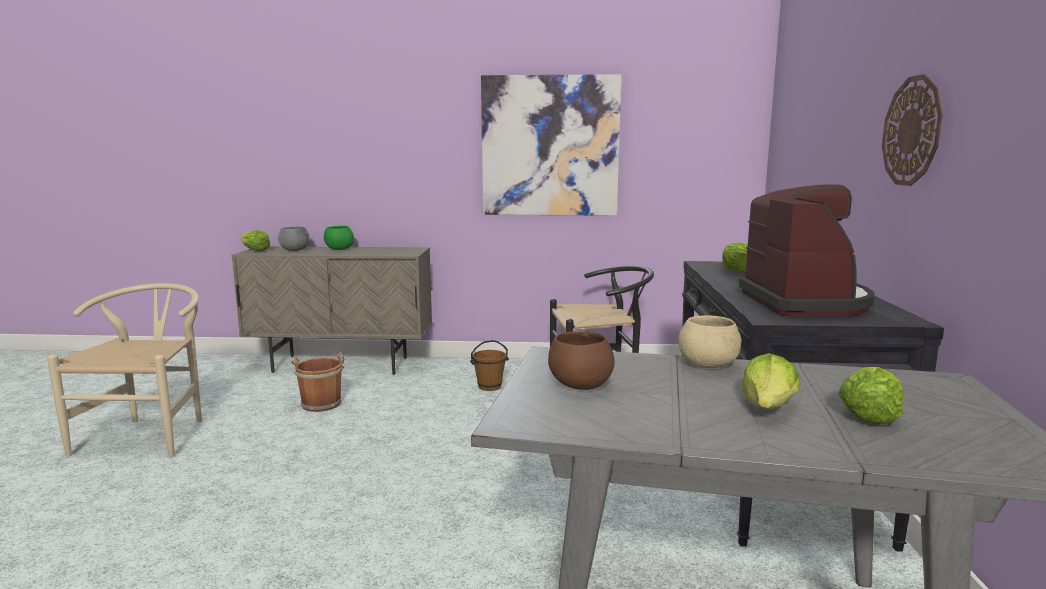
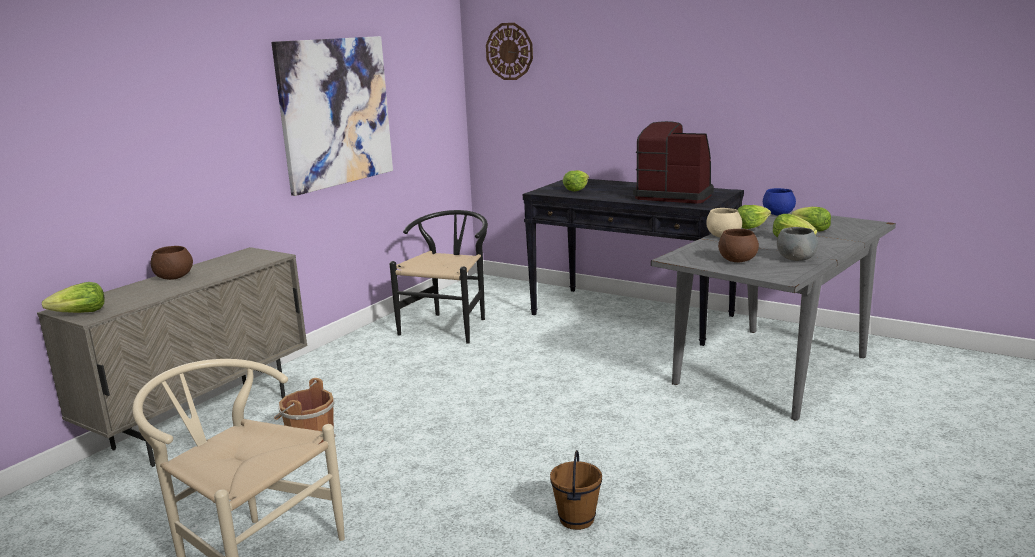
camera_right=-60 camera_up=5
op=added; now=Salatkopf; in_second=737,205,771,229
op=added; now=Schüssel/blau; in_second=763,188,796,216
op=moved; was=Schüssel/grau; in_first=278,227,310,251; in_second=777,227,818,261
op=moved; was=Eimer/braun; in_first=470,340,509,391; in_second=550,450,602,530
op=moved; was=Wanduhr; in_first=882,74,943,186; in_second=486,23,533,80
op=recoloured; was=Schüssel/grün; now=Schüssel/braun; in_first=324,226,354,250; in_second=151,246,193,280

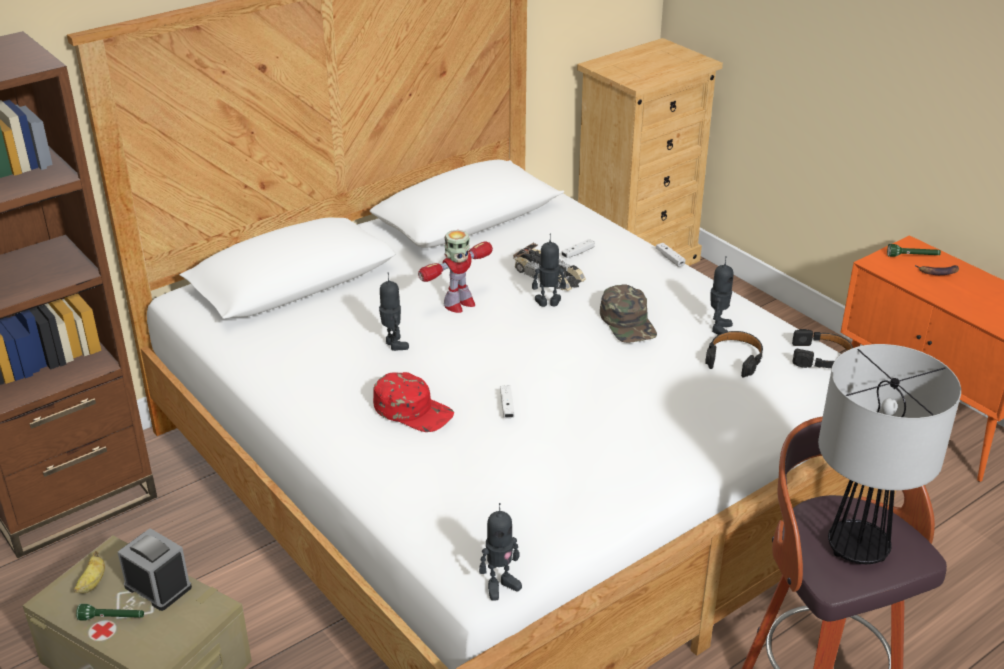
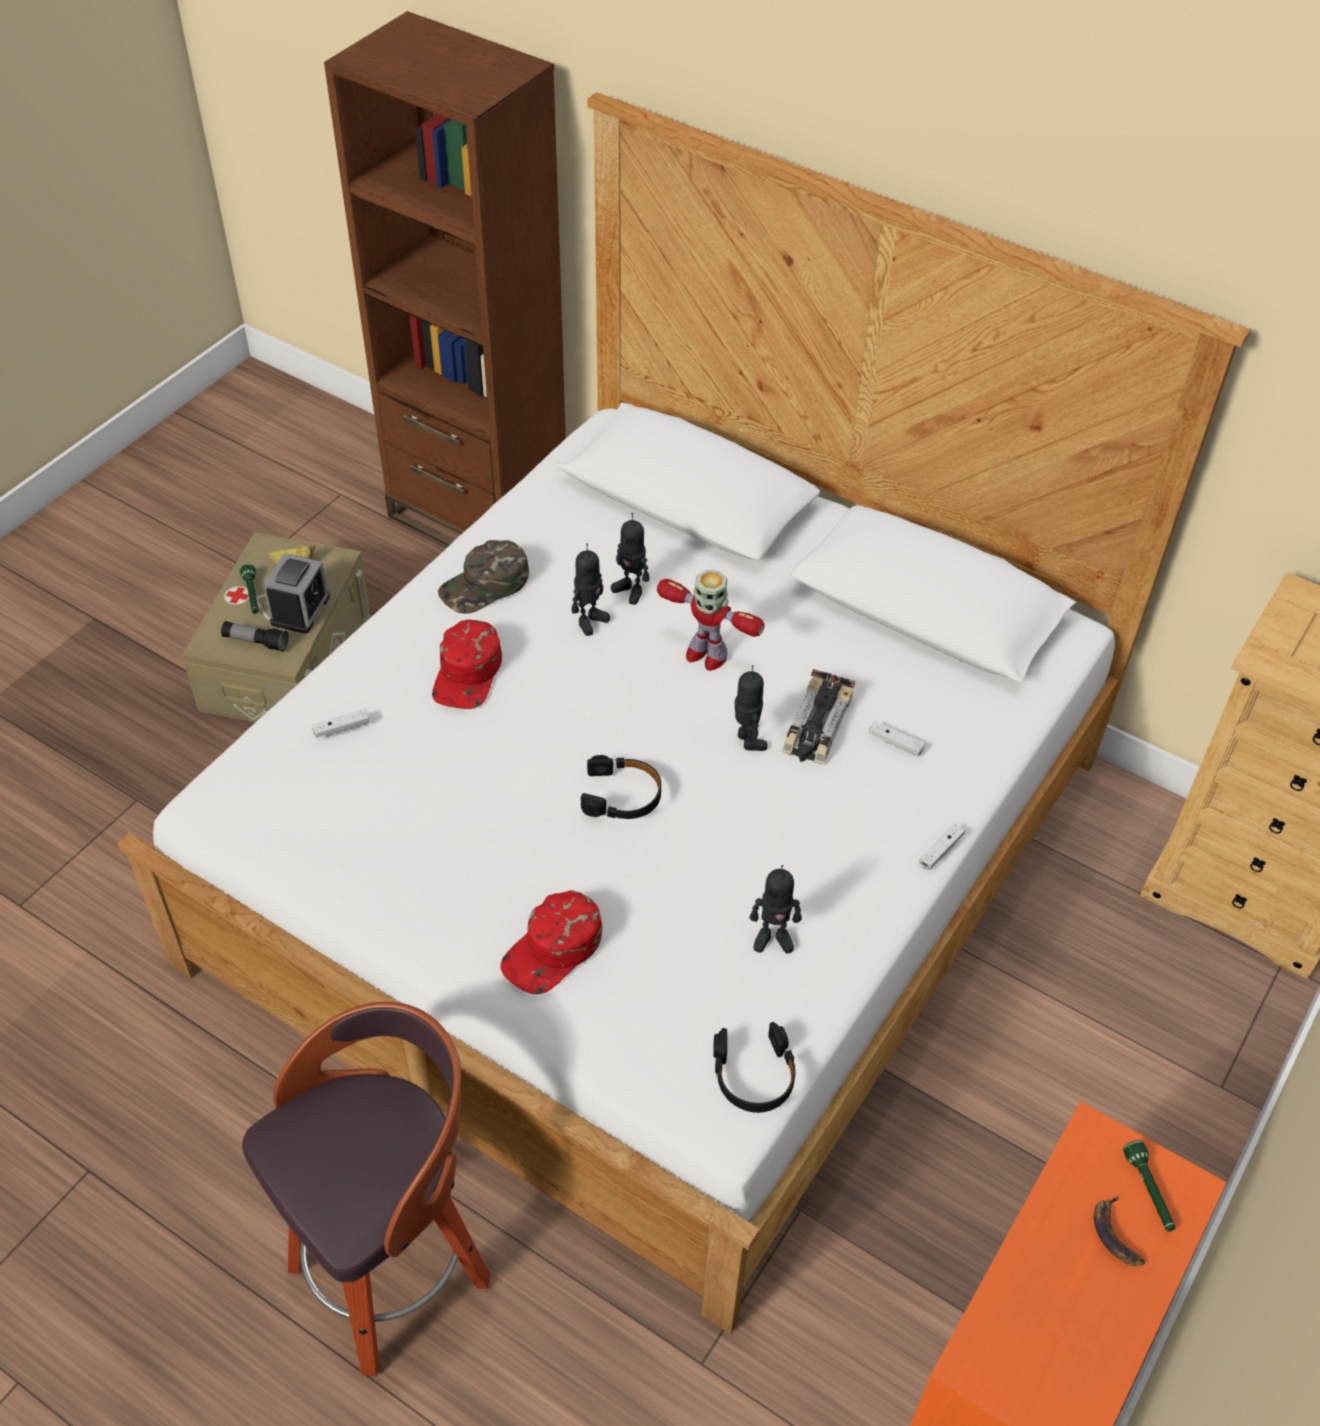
camera_right=70 camera_up=15
op=removed; was=Tischlampe; in_first=818,344,961,564
op=added; now=Taschenlampe; in_second=221,621,289,652
op=added; now=Kappe/rot; in_second=500,890,602,994
op=moved; was=Spielzeugroboter; in_first=479,503,522,601; in_second=611,513,650,605
op=moved; was=Gamepad/weiß; in_first=500,385,515,418; in_second=312,709,370,738
op=moved; was=Kappe/grün; in_first=600,284,657,343; in_second=438,540,529,614
op=moved; was=Kopfhörer/schwarz; in_first=705,331,763,378; in_second=581,755,661,819

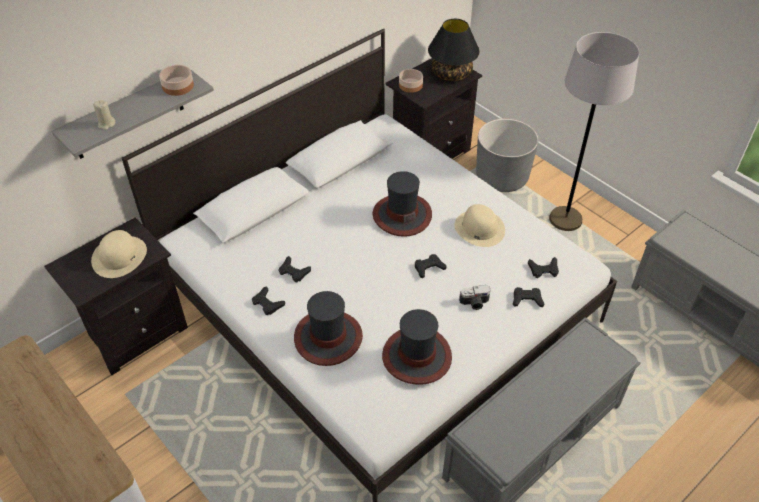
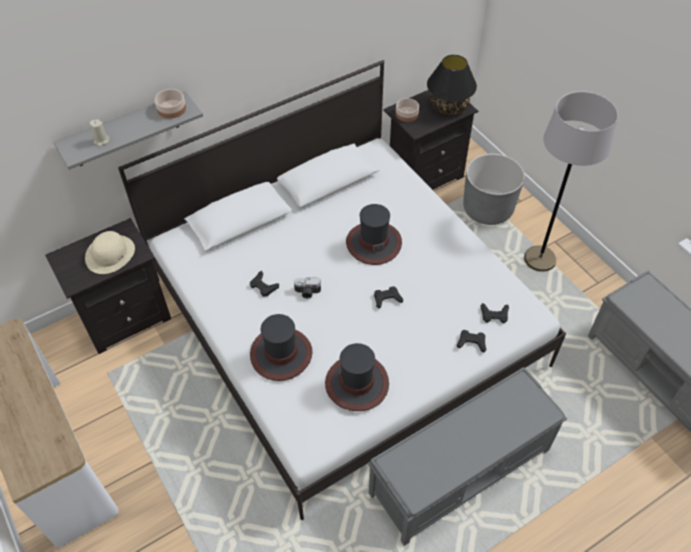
camera_right=10 camera_up=5
op=removed; was=Gamepad/schwarz; in_first=252,286,285,315
op=removed; was=Hut/beige; in_first=454,204,505,247
op=moved; was=Kamera; in_first=459,285,491,310; in_second=294,277,321,299

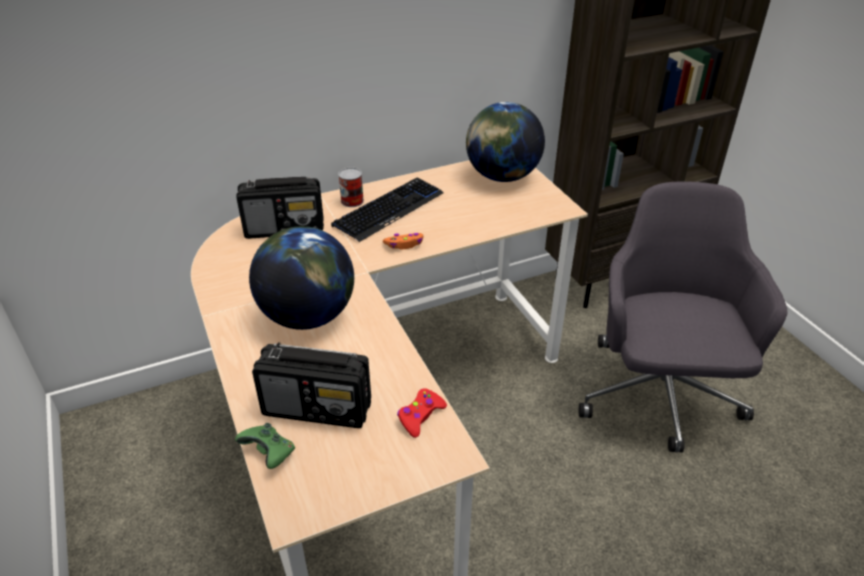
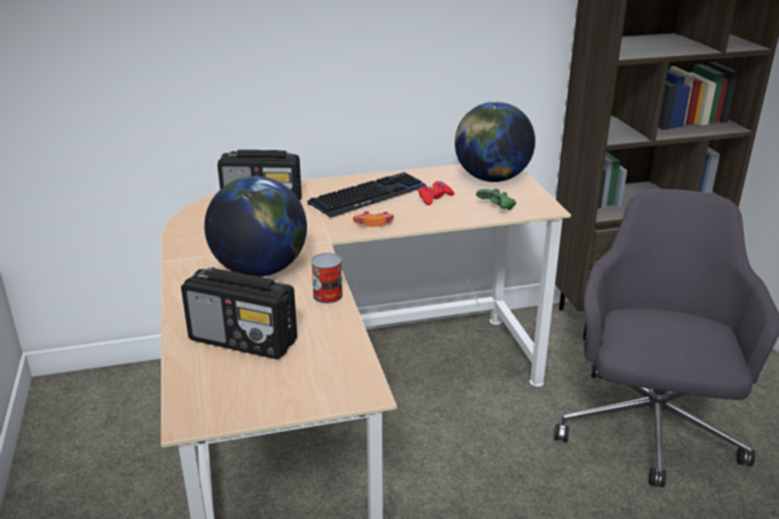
camera_right=10 camera_up=-10
op=moved; was=Gamepad/grün; in_first=235,423,295,469; in_second=476,188,516,210
op=moved; was=Dose; in_first=338,167,364,207; in_second=311,253,343,304
op=moved; was=Gamepad/rot; in_first=397,388,447,438; in_second=418,181,454,205

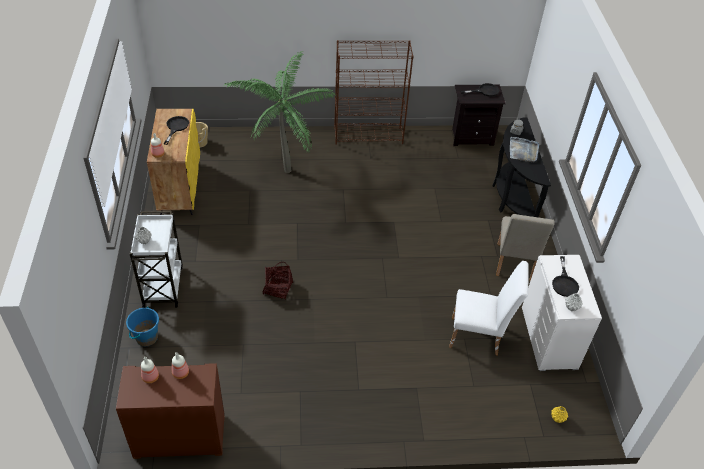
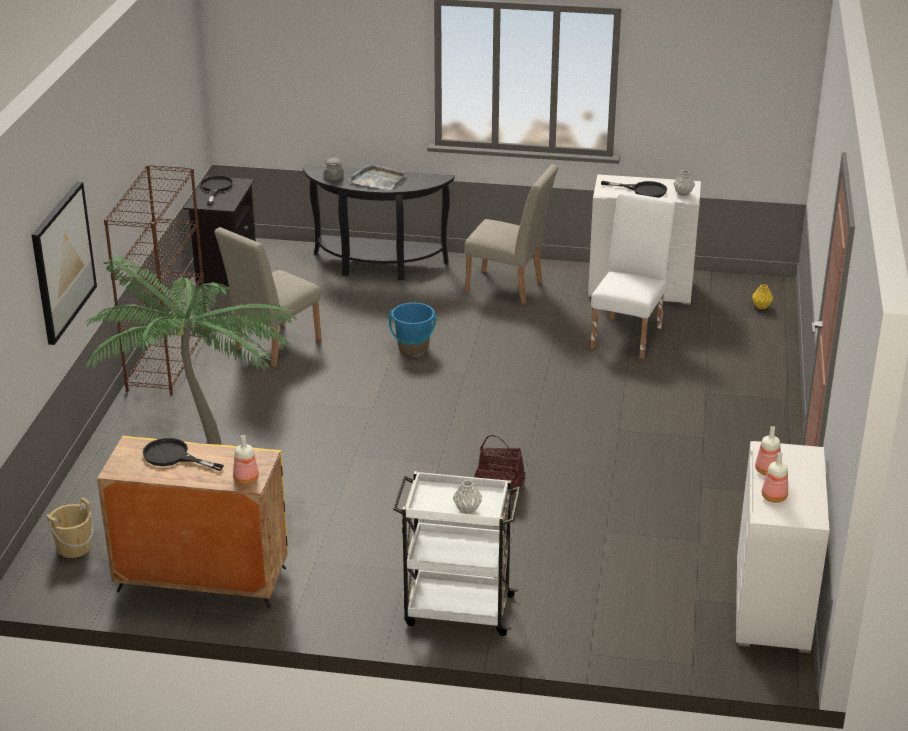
camera_right=-75 camera_up=-15
op=added; now=Bild; in_second=32,181,97,345
op=added; now=Stuhl/beige; in_second=214,227,322,367
op=moved; was=Eimer/blau; in_first=126,307,159,346; in_second=389,302,437,355
op=recoloured; was=Kommode/braun; now=Kommode/weiß; in_first=116,363,225,459; in_second=736,441,830,653

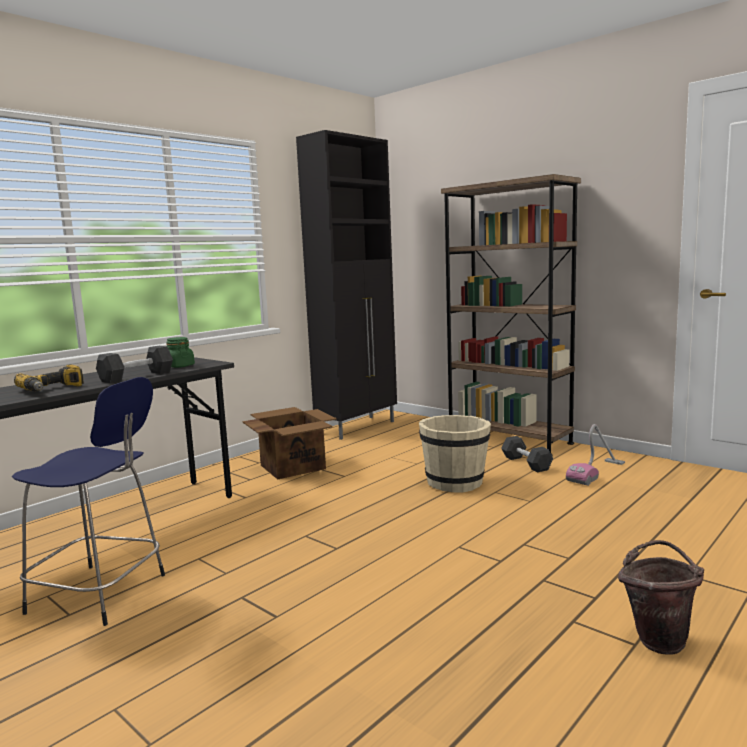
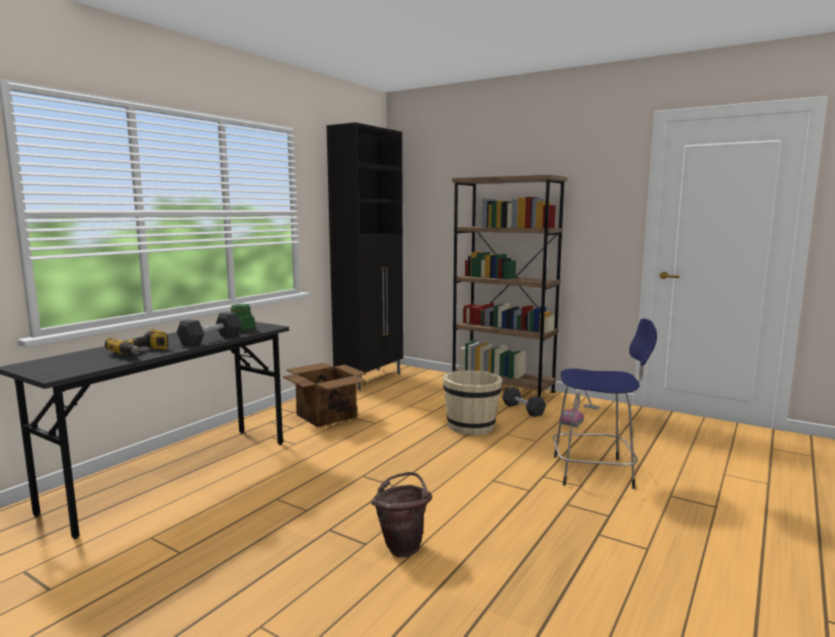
camera_right=-10 camera_up=0
op=moved; was=Hocker/blau; in_first=12,377,165,626; in_second=553,319,657,489
op=moved; was=Eimer/braun; in_first=618,540,704,655; in_second=371,472,432,557

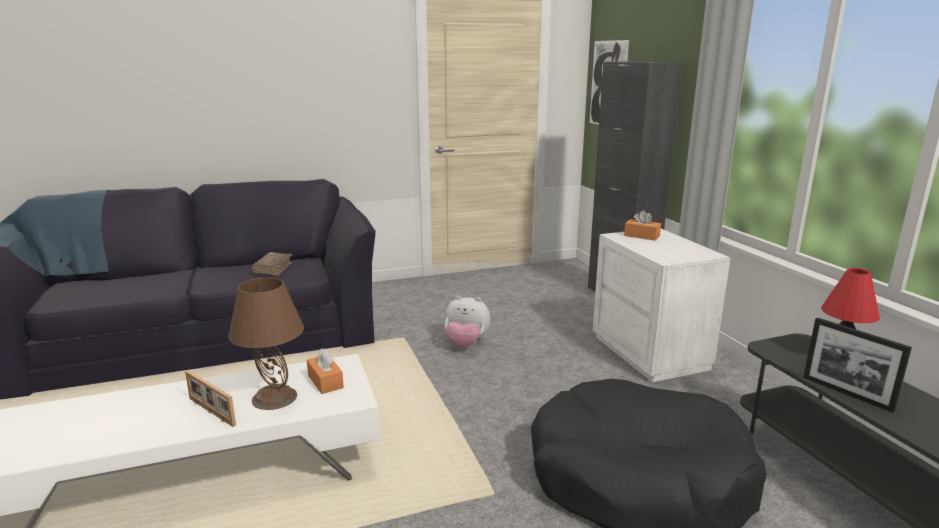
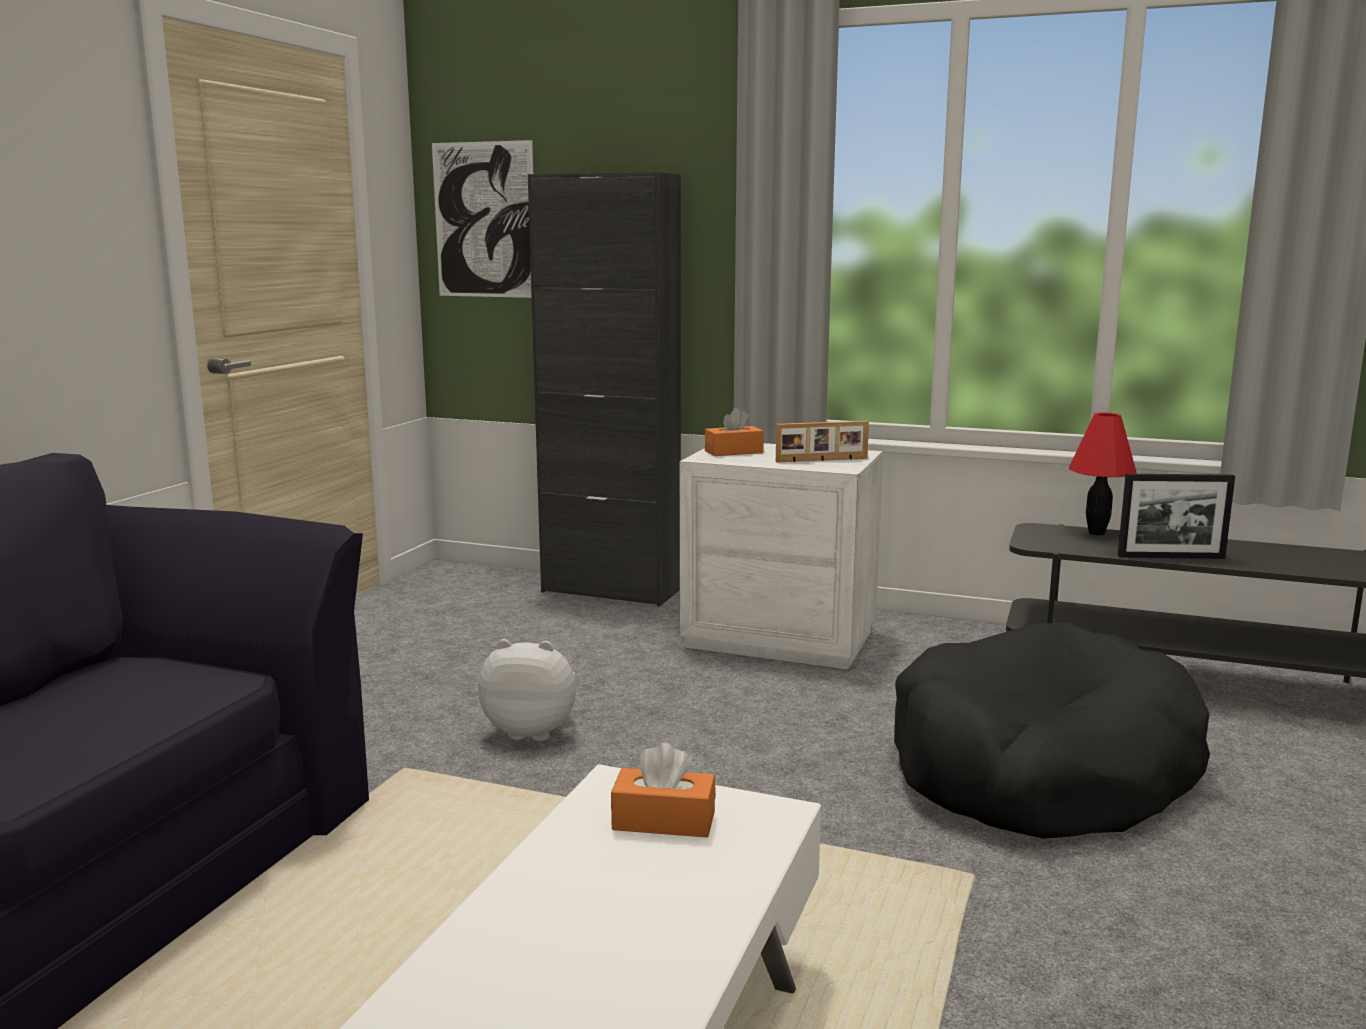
camera_right=-50 camera_up=-5
op=removed; was=Tischlampe/braun; in_first=228,277,304,410
op=removed; was=Buch/braun; in_first=251,252,293,276
op=moved; was=Bilderrahmen; in_first=185,370,236,427; in_second=776,421,869,462
op=turned; was=Plüschtier; in_first=444,296,491,348; in_second=478,639,576,741; clockwise=-135

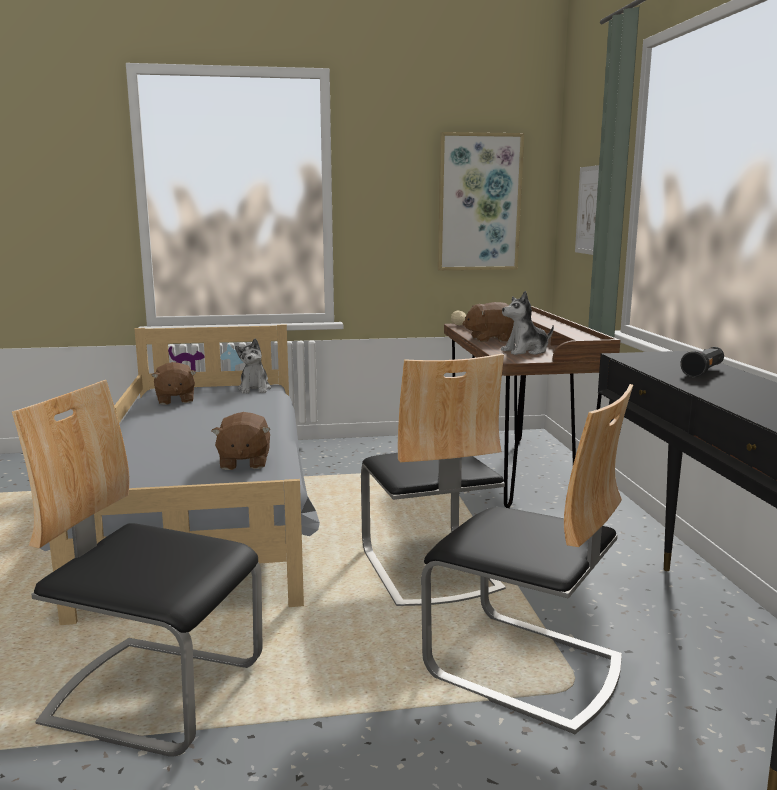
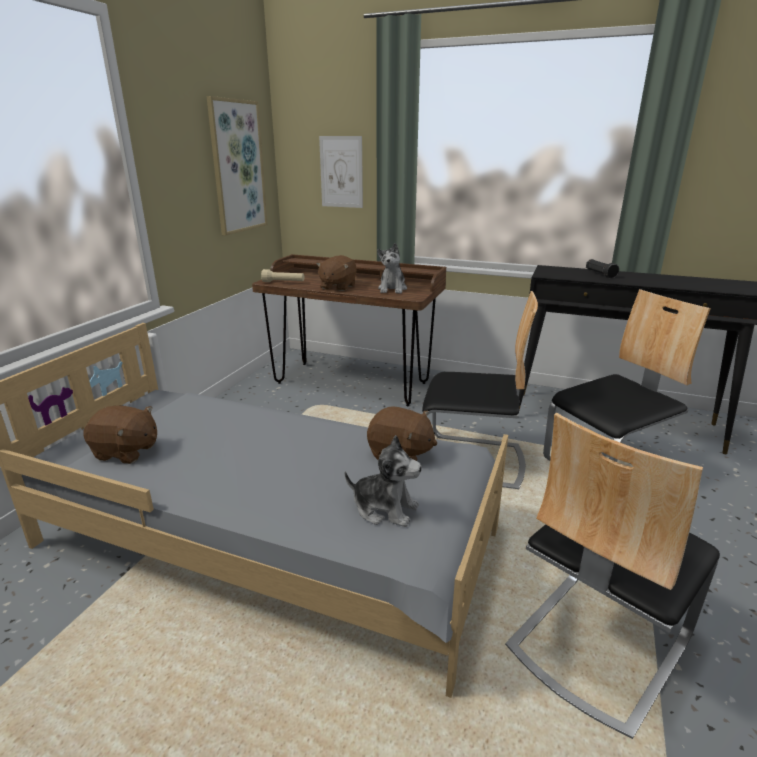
camera_right=-60 camera_up=10
op=moved; was=Plüschtier; in_first=235,339,271,393; in_second=345,435,422,527

